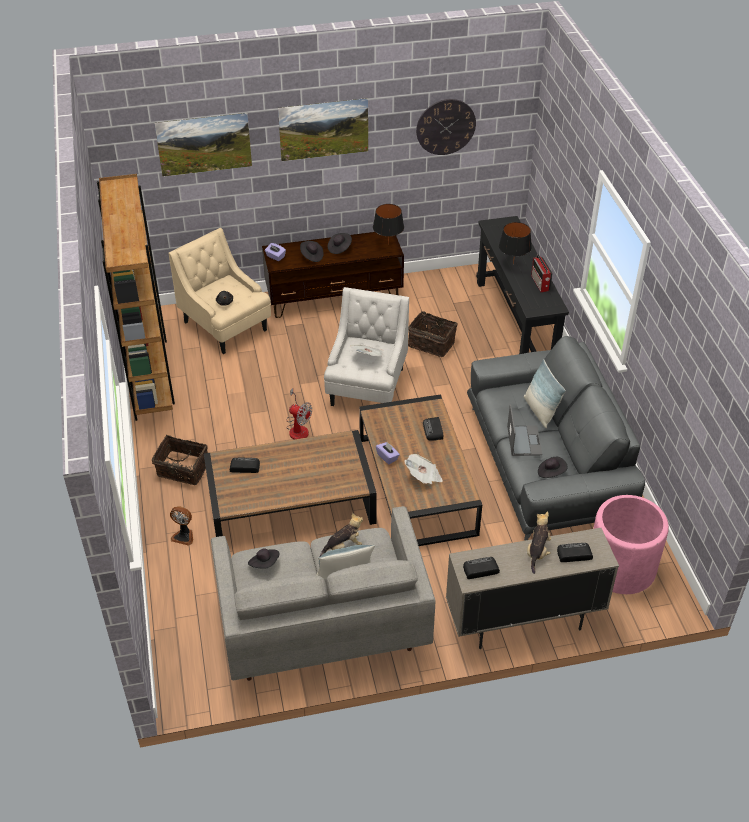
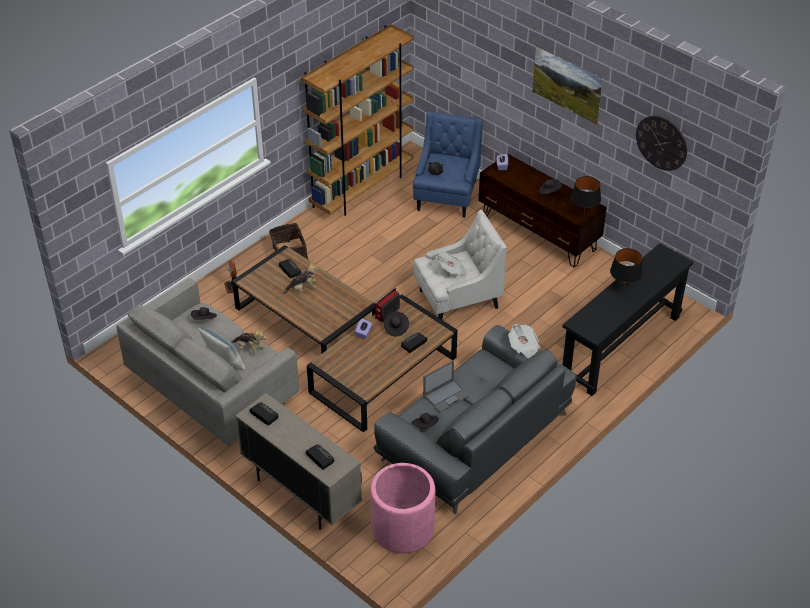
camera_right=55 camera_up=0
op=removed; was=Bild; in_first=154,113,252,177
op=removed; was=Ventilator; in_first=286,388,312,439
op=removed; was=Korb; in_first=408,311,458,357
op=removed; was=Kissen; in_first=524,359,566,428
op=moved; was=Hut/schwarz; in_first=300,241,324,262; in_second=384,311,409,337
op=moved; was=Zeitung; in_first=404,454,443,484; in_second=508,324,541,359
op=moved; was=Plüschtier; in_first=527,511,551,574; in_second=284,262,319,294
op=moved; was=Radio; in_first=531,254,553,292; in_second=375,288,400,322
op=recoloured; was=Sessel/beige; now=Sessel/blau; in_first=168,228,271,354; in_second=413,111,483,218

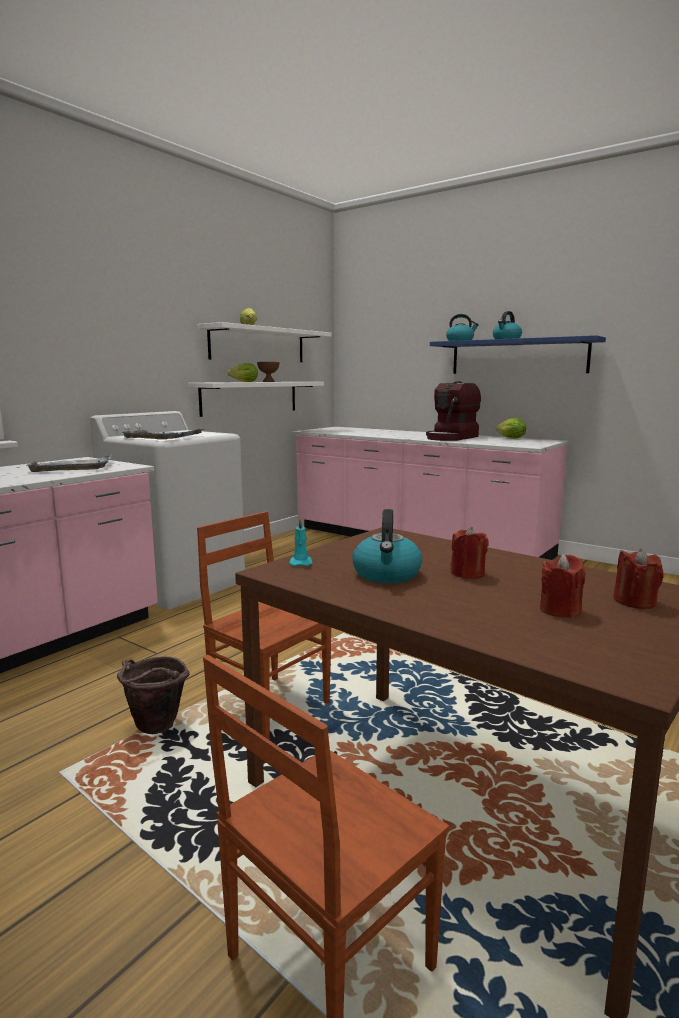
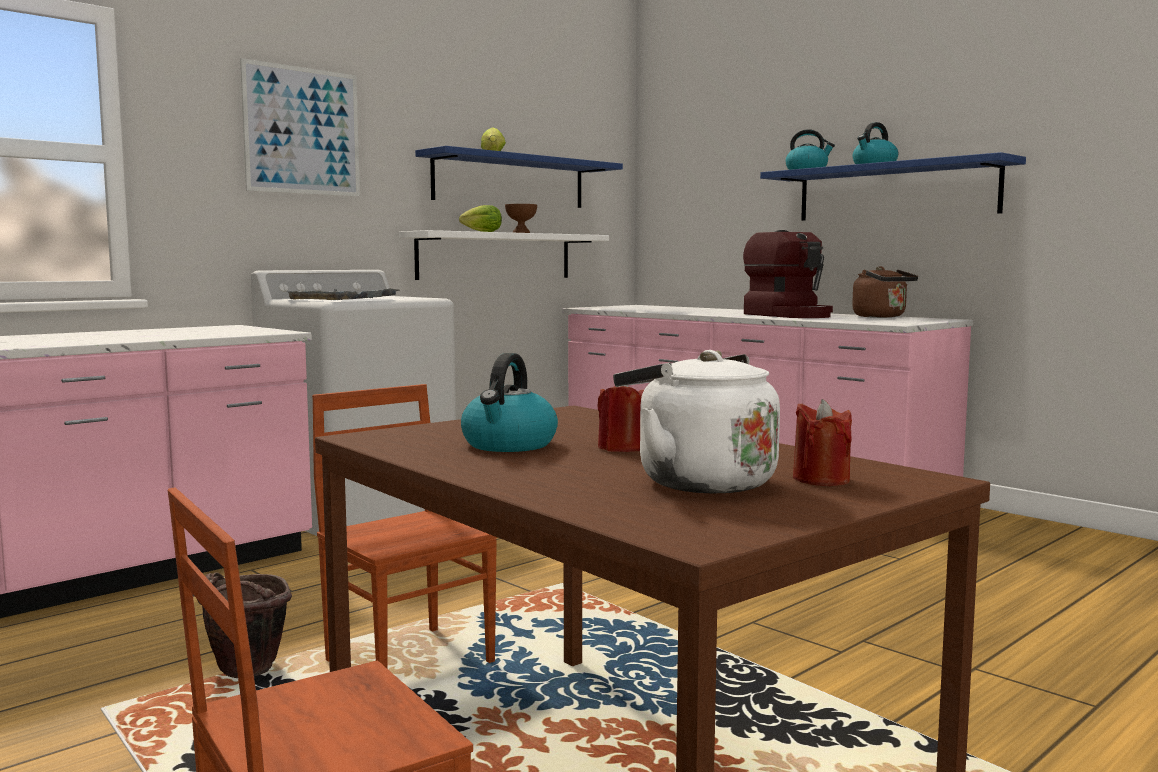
camera_right=10 camera_up=-5
op=removed; was=Tablett/grau; in_first=26,454,112,472
op=removed; was=Kerze/türkis; in_first=289,519,313,566
op=added; now=Bild; in_second=240,58,360,197
op=replaced; was=Salatkopf; now=Wasserkessel/braun; in_first=496,418,526,439; in_second=852,266,918,318
op=replaced; was=Kerze/rot; now=Wasserkessel/weiß; in_first=540,554,586,618; in_second=613,350,780,494
op=recoloured; was=Wandregal/weiß; now=Wandregal/blau; in_first=197,322,332,362; in_second=415,146,623,208
op=turned; was=Kaffeemaschine; in_first=426,382,481,441; in_second=743,230,833,318; clockwise=-75

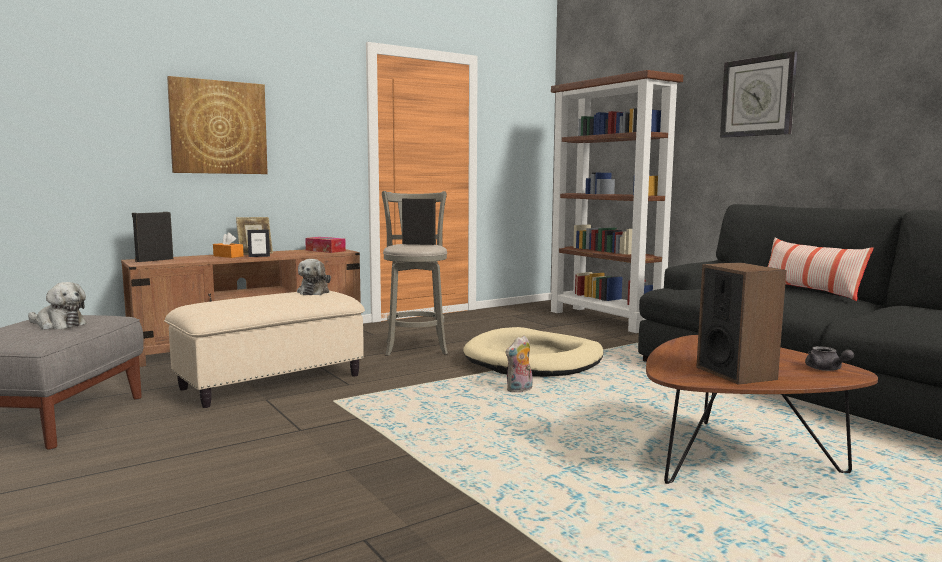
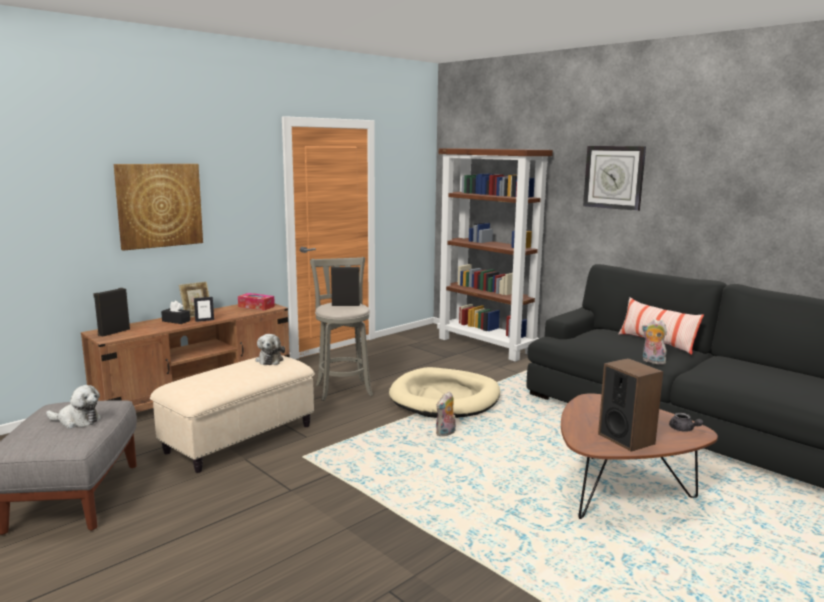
camera_right=-10 camera_up=5
op=added; now=Plüschtier; in_second=642,319,667,365
op=recoloured; was=Taschentuchbox/orange; now=Taschentuchbox/schwarz; in_first=213,232,244,258; in_second=161,301,190,324

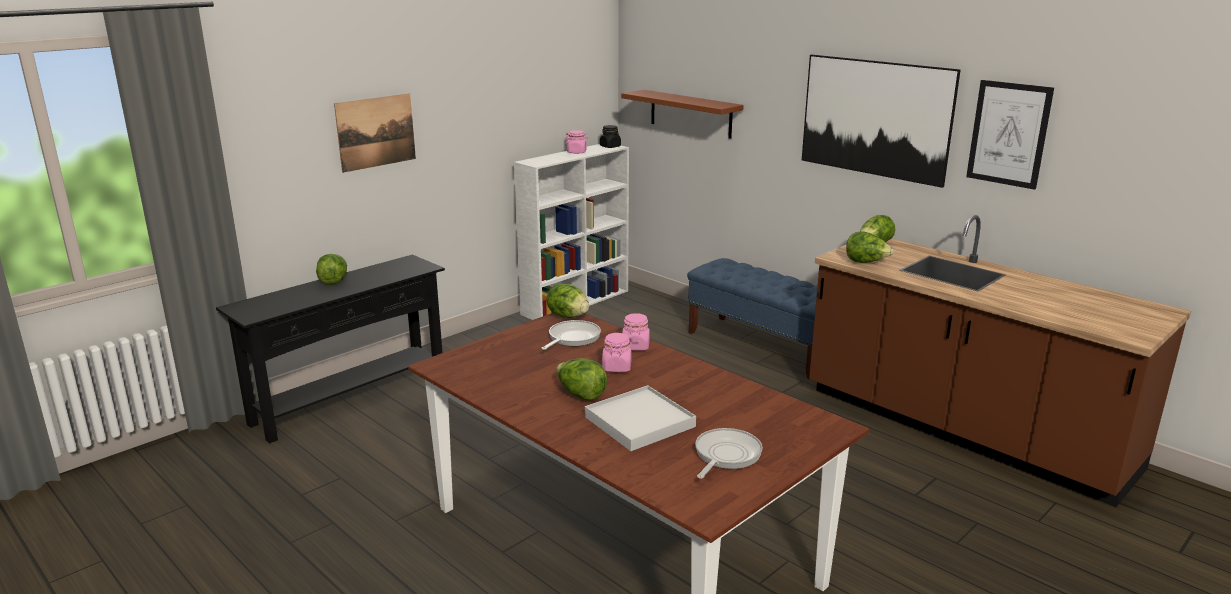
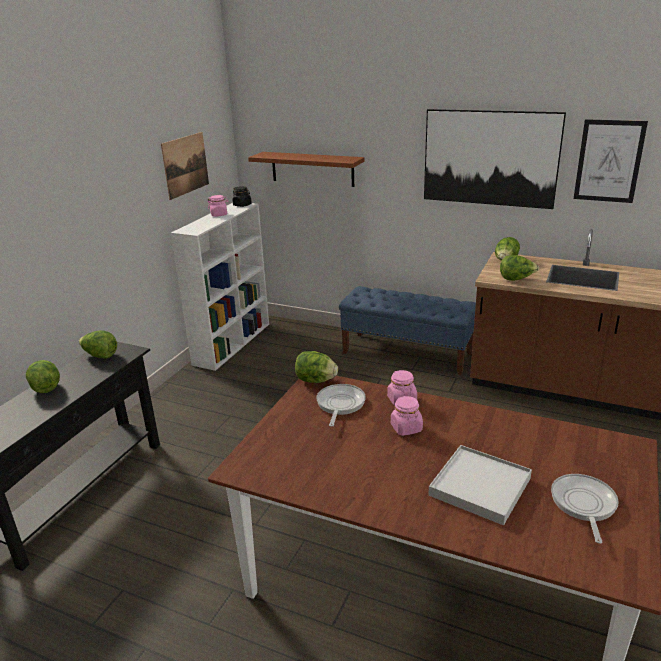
camera_right=-20 camera_up=5
op=moved; was=Bild; in_first=334,93,416,173; in_second=161,132,209,200
op=moved; was=Salatkopf; in_first=556,358,607,401; in_second=79,330,117,358

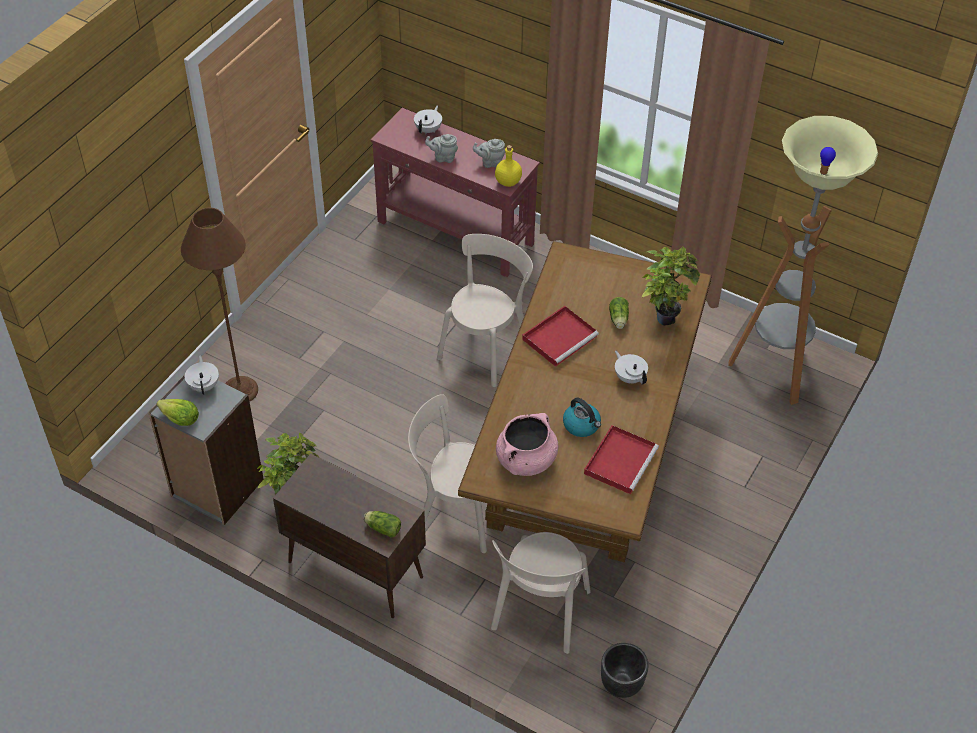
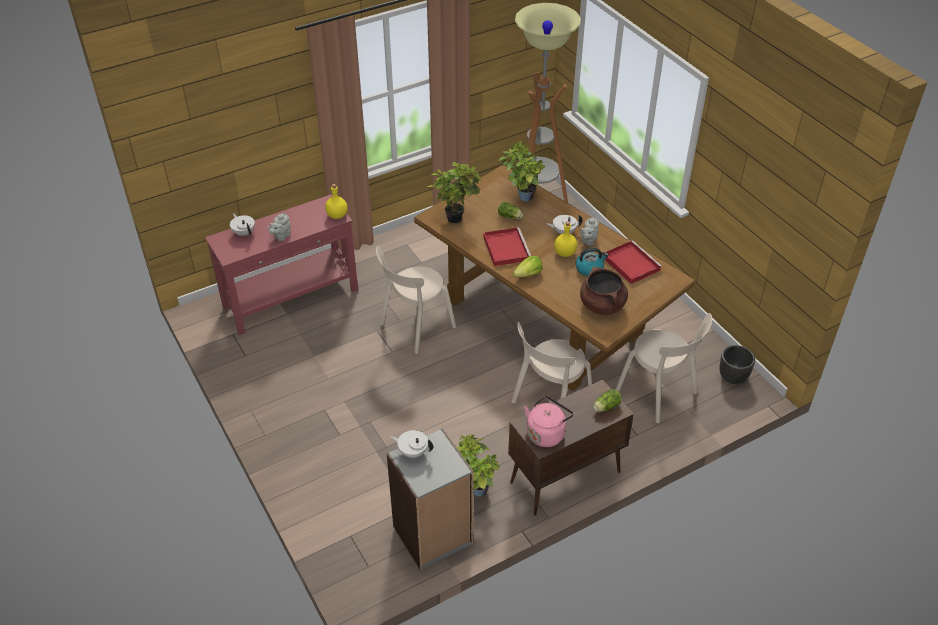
camera_right=-60 camera_up=-5
op=removed; was=Stehlampe/braun; in_first=181,208,258,402
op=added; now=Topfpflanze; in_second=426,162,481,224
op=added; now=Wasserkessel/rosa; in_second=524,396,574,447
op=added; now=Flasche/gelb; in_second=554,221,577,257
op=moved; was=Salatkopf; in_first=157,399,199,426; in_second=513,256,543,277
op=moved; was=Teekanne/grau; in_first=473,139,506,168; in_second=580,217,599,246
op=recoloured; was=Kochtopf/rosa; now=Kochtopf/braun; in_first=496,413,558,476; in_second=580,267,628,315
op=turned; was=Stuhl/beige; in_first=437,234,533,387; in_second=376,246,456,354; clockwise=-105

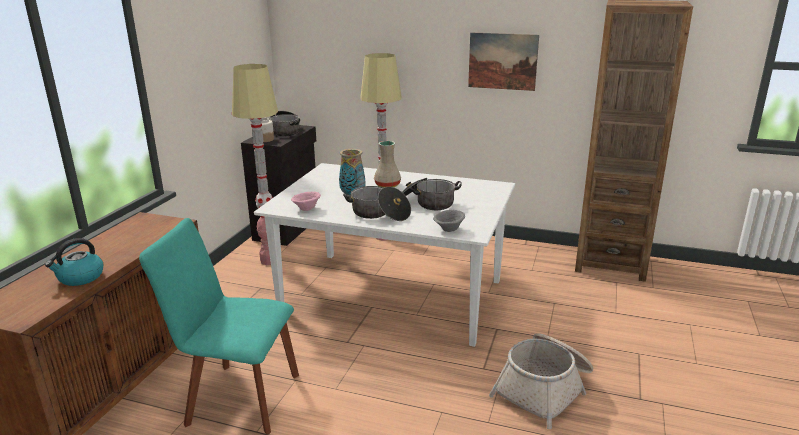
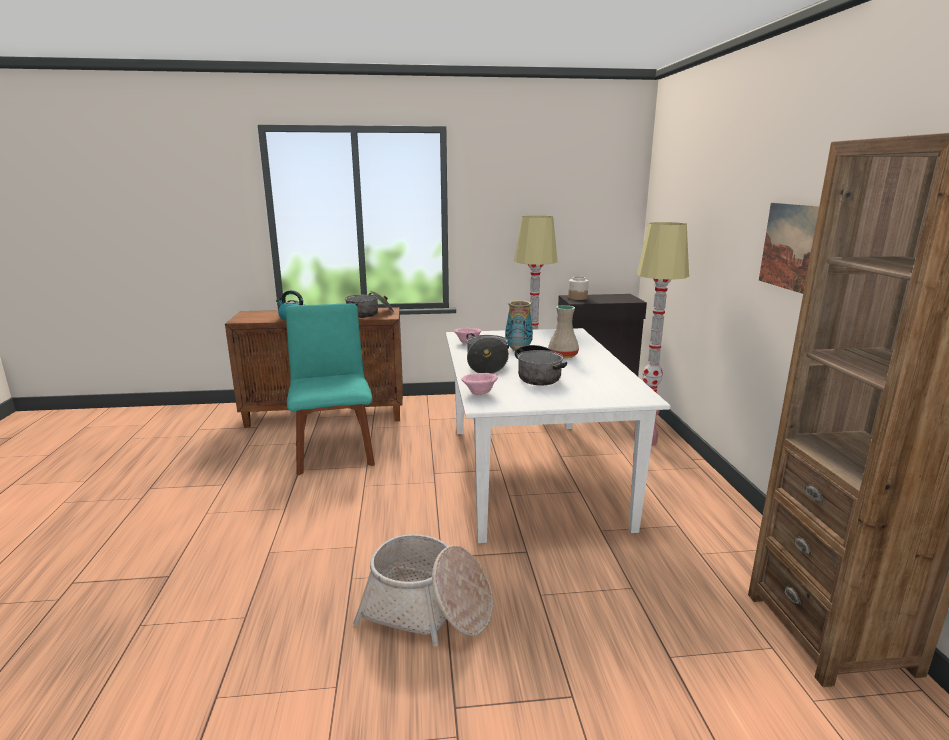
camera_right=65 camera_up=-5
op=moved; was=Kochtopf; in_first=269,111,300,136; in_second=345,290,394,318
op=recoloured; was=Schüssel/grau; now=Schüssel/rosa; in_first=433,209,465,232; in_second=461,373,498,395

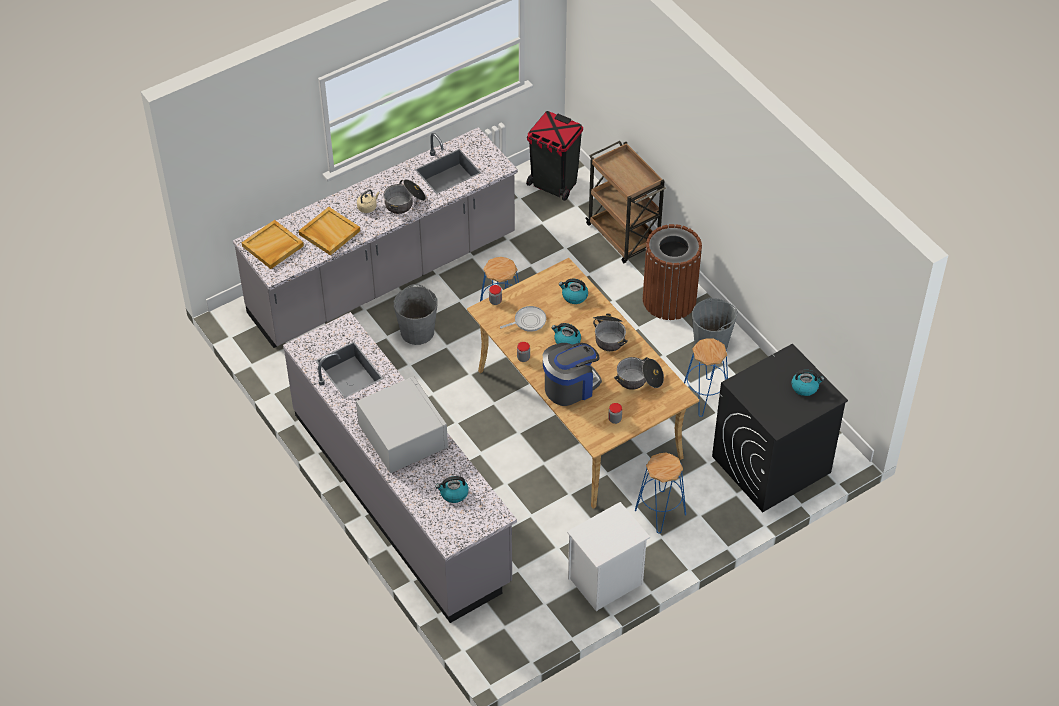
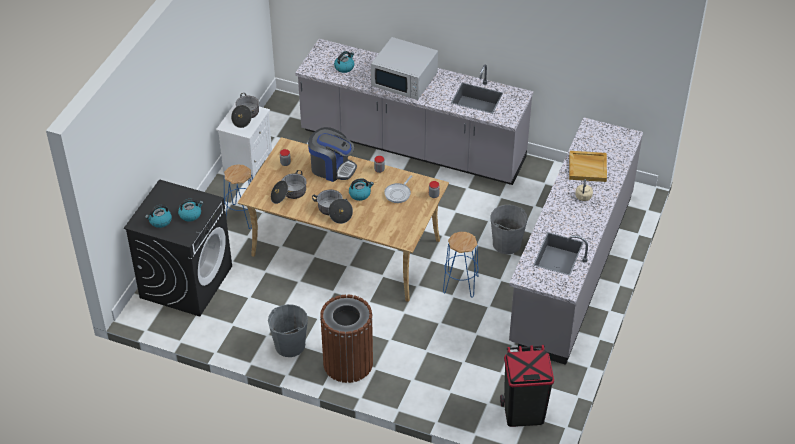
camera_right=145 camera_up=-5
op=removed; was=Tablett/beige; in_first=242,220,304,269
op=removed; was=Rollwagen/braun; in_first=585,141,666,263
op=removed; was=Hocker/blau; in_first=684,338,728,417
op=moved; was=Kochtopf; in_first=383,179,426,214; in_second=231,93,259,128
op=moved; was=Wasserkessel; in_first=559,279,588,304; in_second=178,198,203,222
op=turned; was=Kaffeemaschine; in_first=543,343,602,406; in_second=308,127,357,182; clockwise=-90

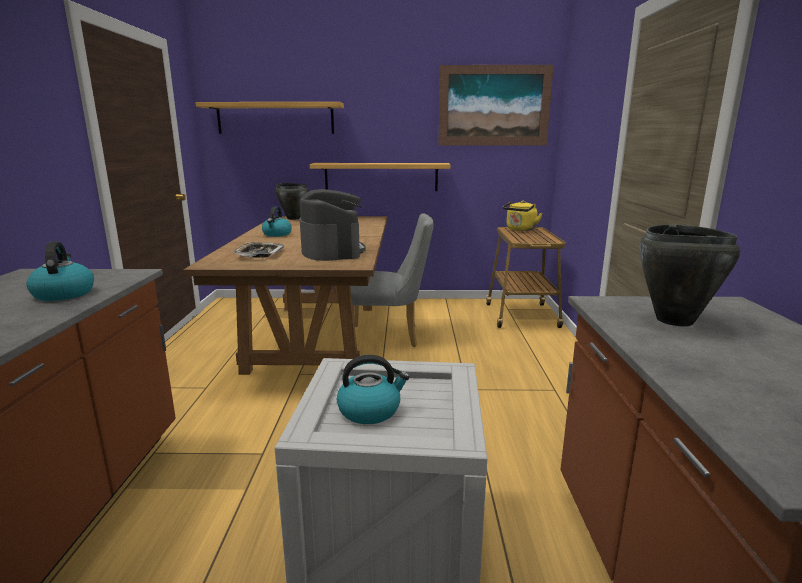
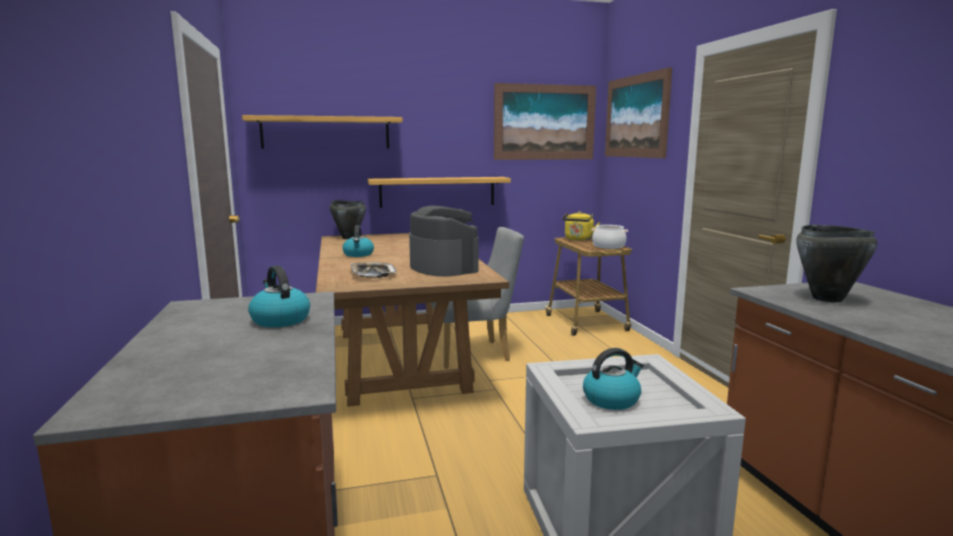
camera_right=-15 camera_up=-5
op=added; now=Kochtopf; in_second=591,225,628,249
op=added; now=Bild; in_second=605,67,672,158

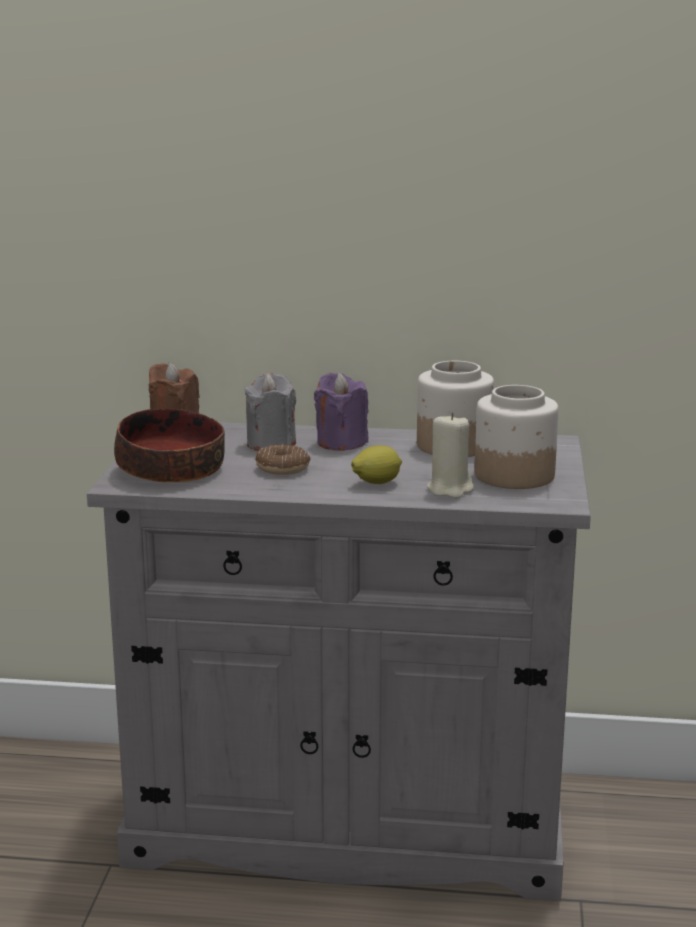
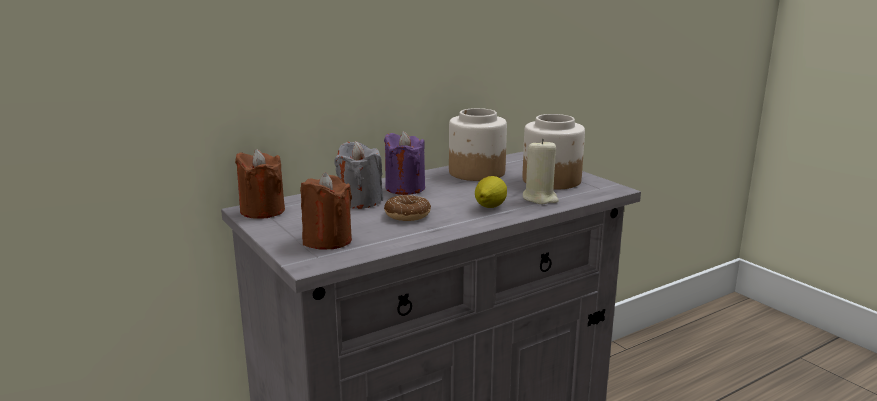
camera_right=-40 camera_up=0
op=replaced; was=Schüssel; now=Kerze/braun; in_first=114,409,225,482; in_second=300,172,352,250

